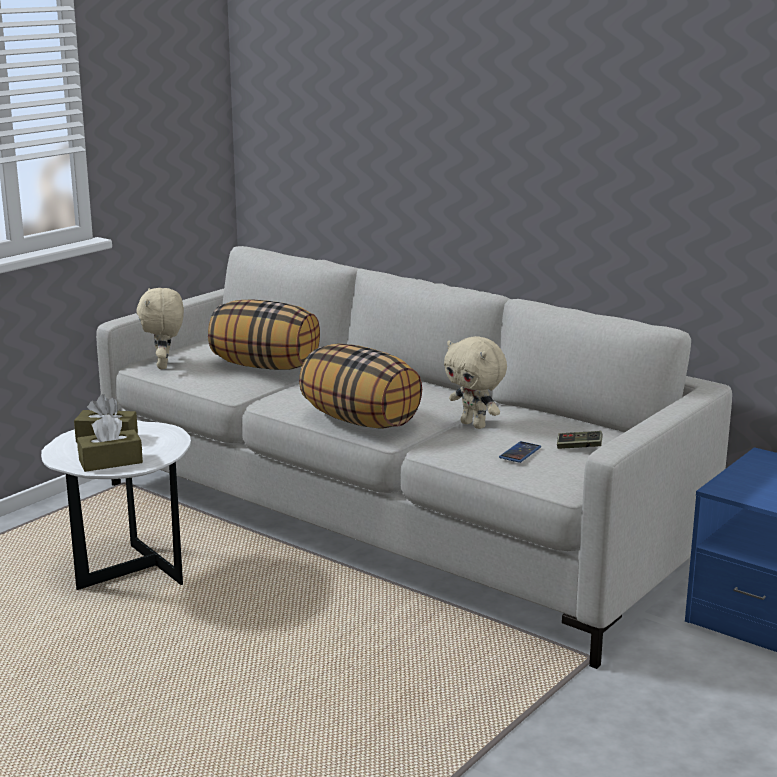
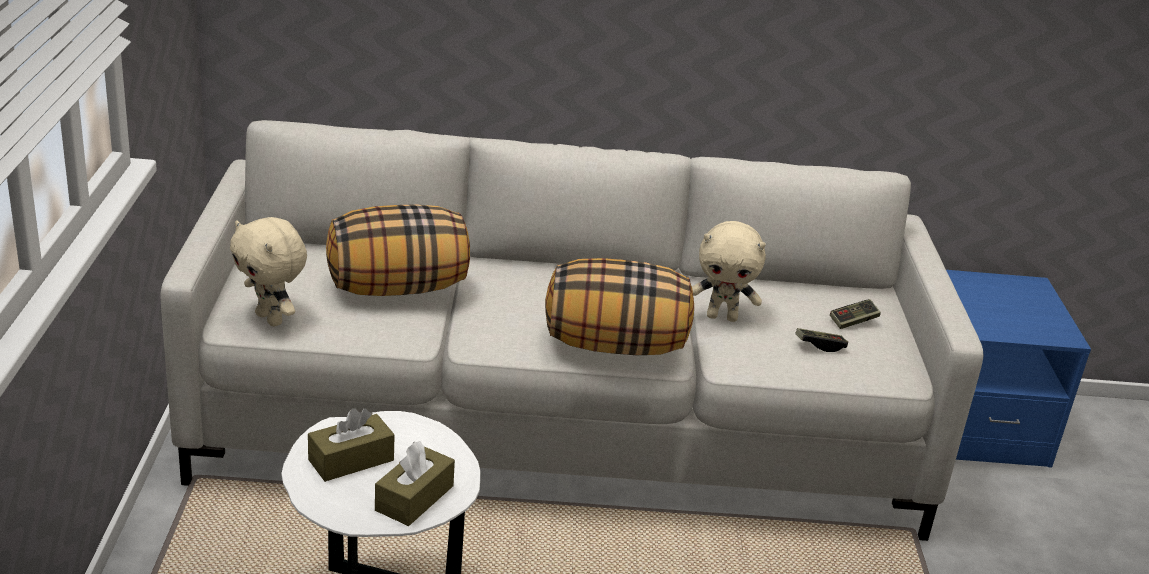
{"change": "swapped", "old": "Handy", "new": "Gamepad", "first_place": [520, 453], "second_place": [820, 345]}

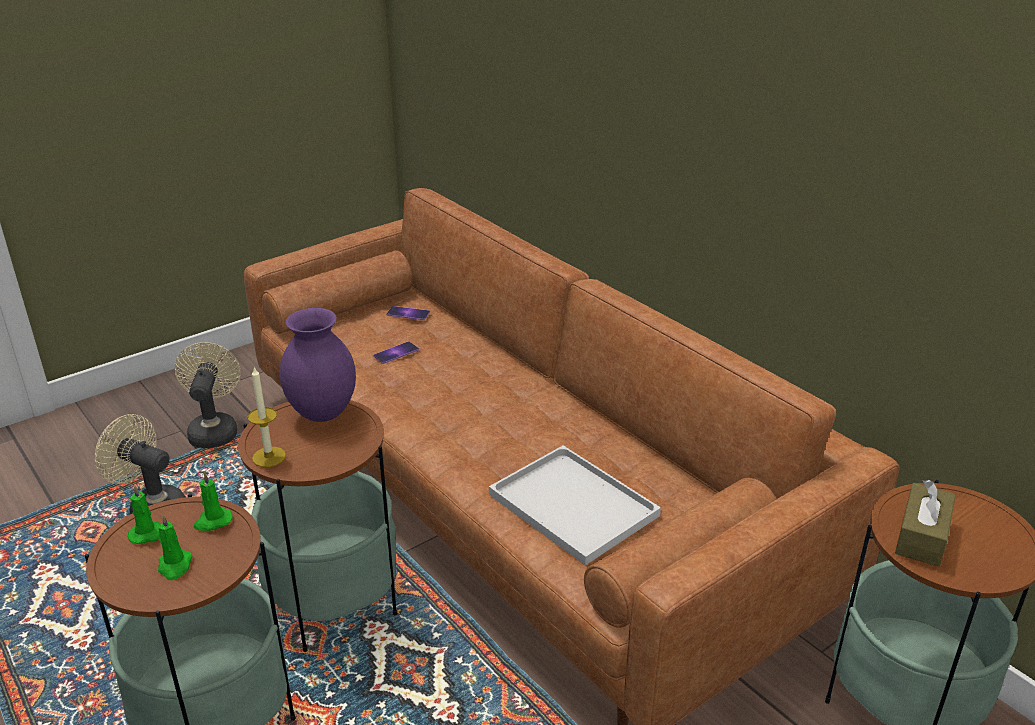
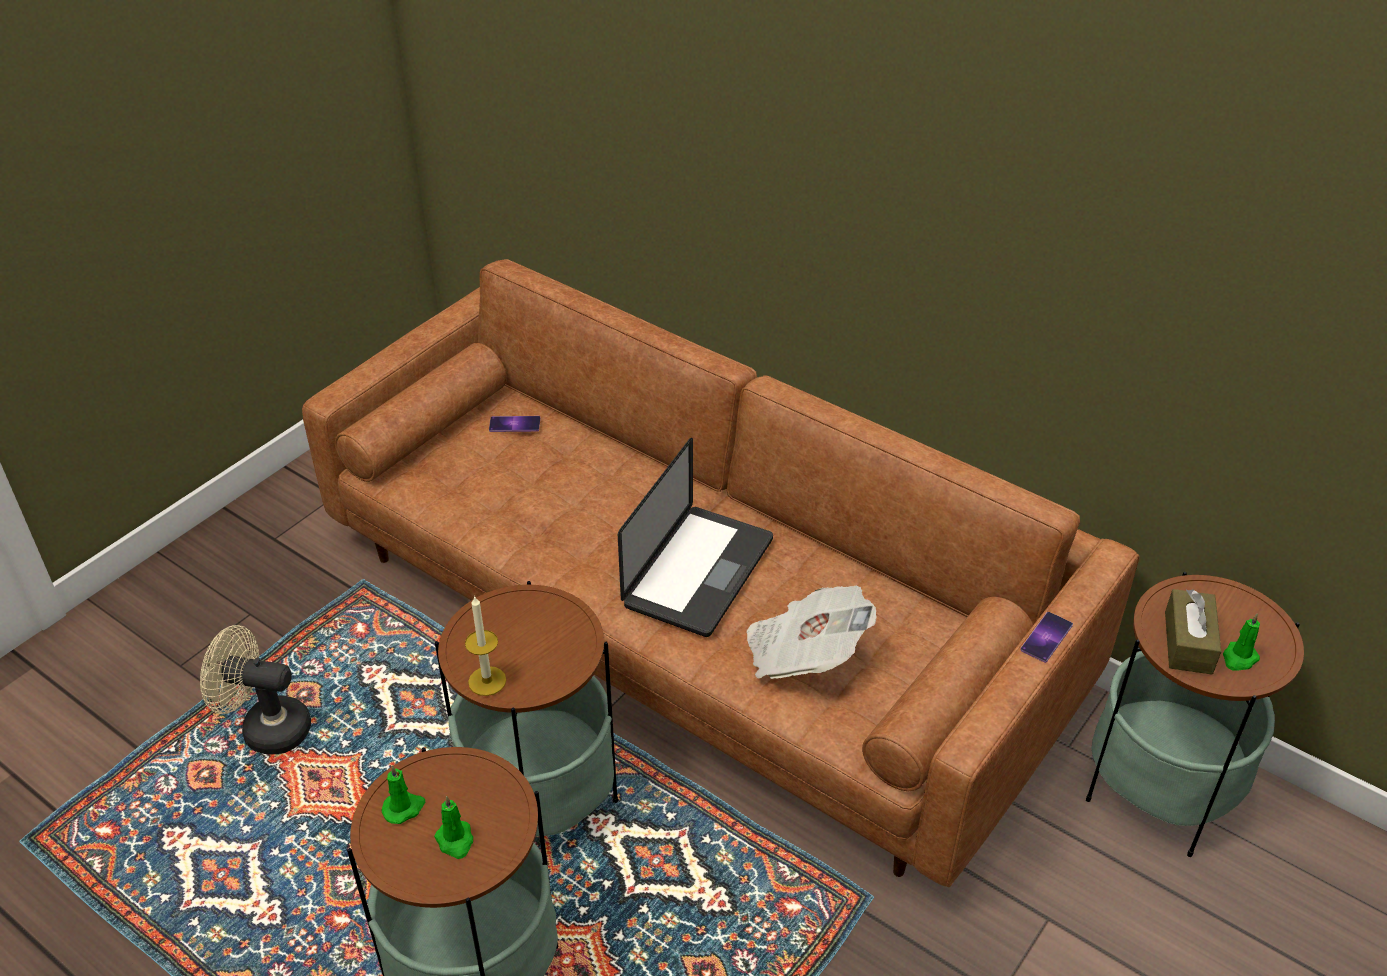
{"change": "gone", "old": "Ventilator [beige]", "first_place": [214, 430]}
{"change": "shifted", "old": "Kerze [grün]", "first_place": [213, 521], "second_place": [1239, 658]}
{"change": "gone", "old": "Vase [lila]", "first_place": [321, 413]}
{"change": "shifted", "old": "Handy", "first_place": [396, 353], "second_place": [1046, 637]}
{"change": "swapped", "old": "Tablett [weiß]", "new": "Zeitung", "first_place": [569, 504], "second_place": [804, 654]}
{"change": "new", "new": "Laptop", "second_place": [698, 572]}

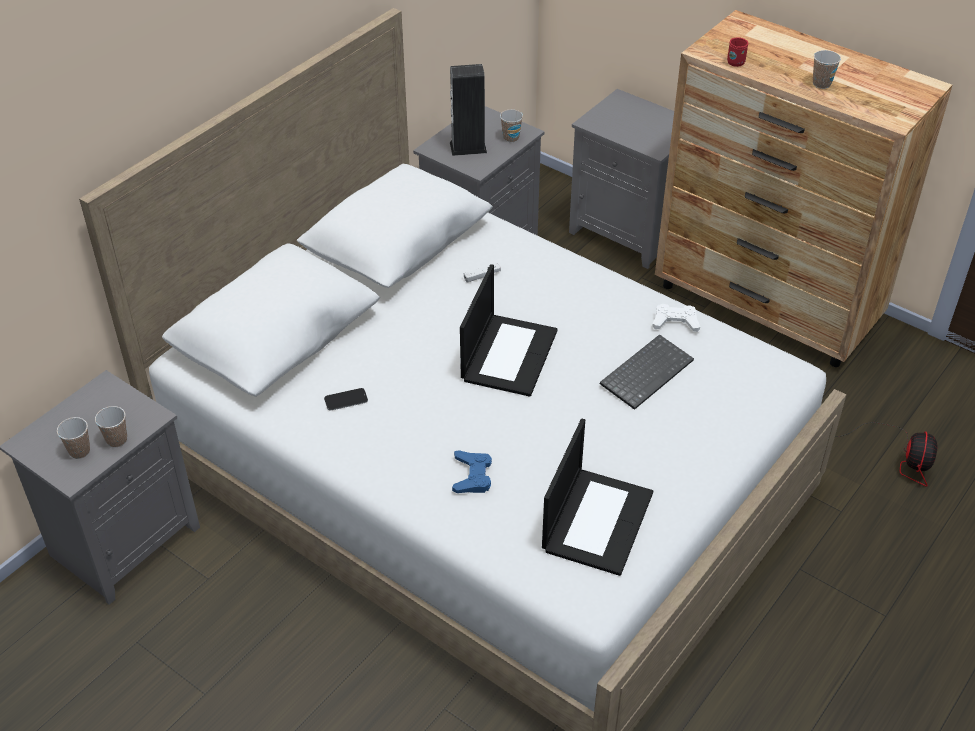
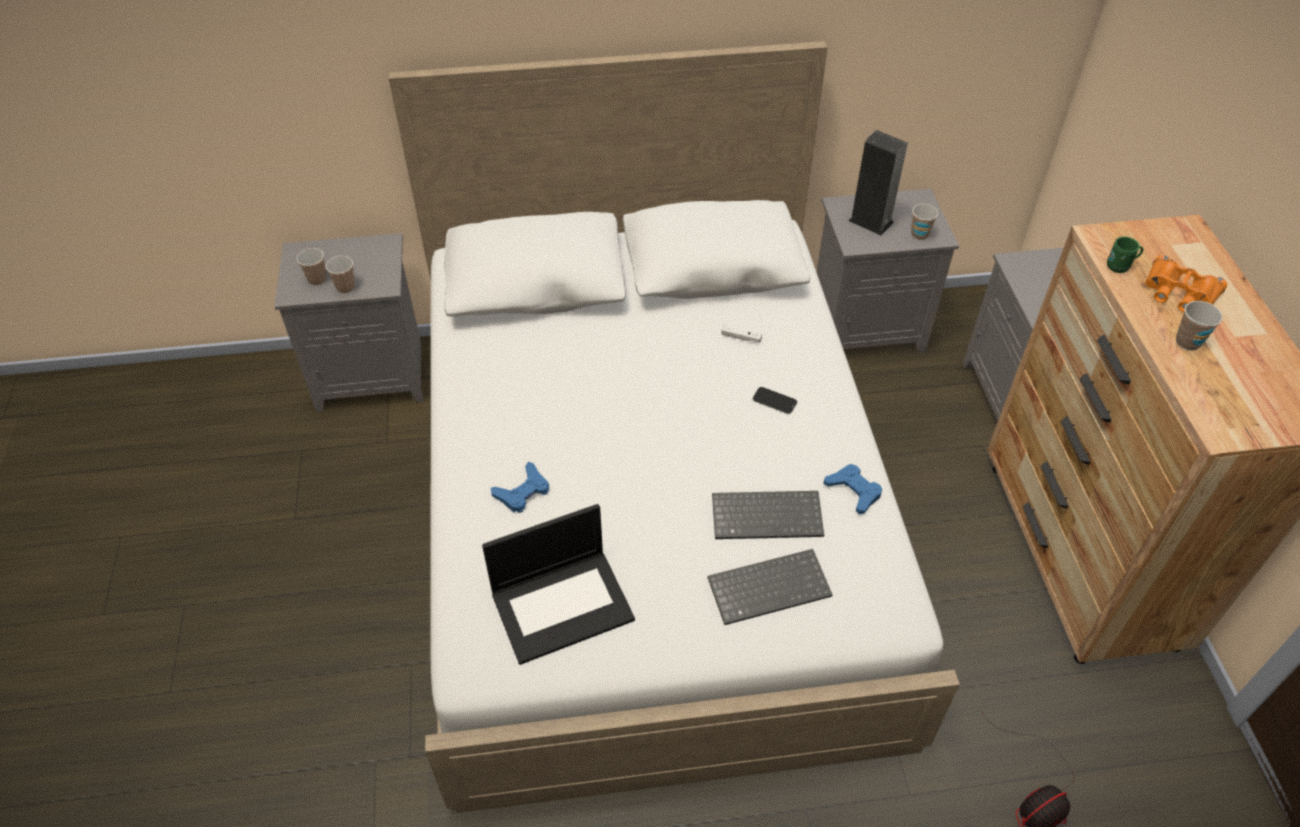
{"change": "shifted", "old": "Handy", "first_place": [346, 400], "second_place": [774, 401]}
{"change": "gone", "old": "Laptop", "first_place": [508, 354]}
{"change": "repainted", "old": "Gamepad [weiß]", "new": "Gamepad [blau]", "first_place": [675, 322], "second_place": [853, 491]}
{"change": "repainted", "old": "Henkelbecher [rot]", "new": "Henkelbecher [grün]", "first_place": [737, 62], "second_place": [1120, 266]}
{"change": "new", "new": "Tastatur", "second_place": [770, 586]}
{"change": "new", "new": "Fernglas [orange]", "second_place": [1179, 292]}

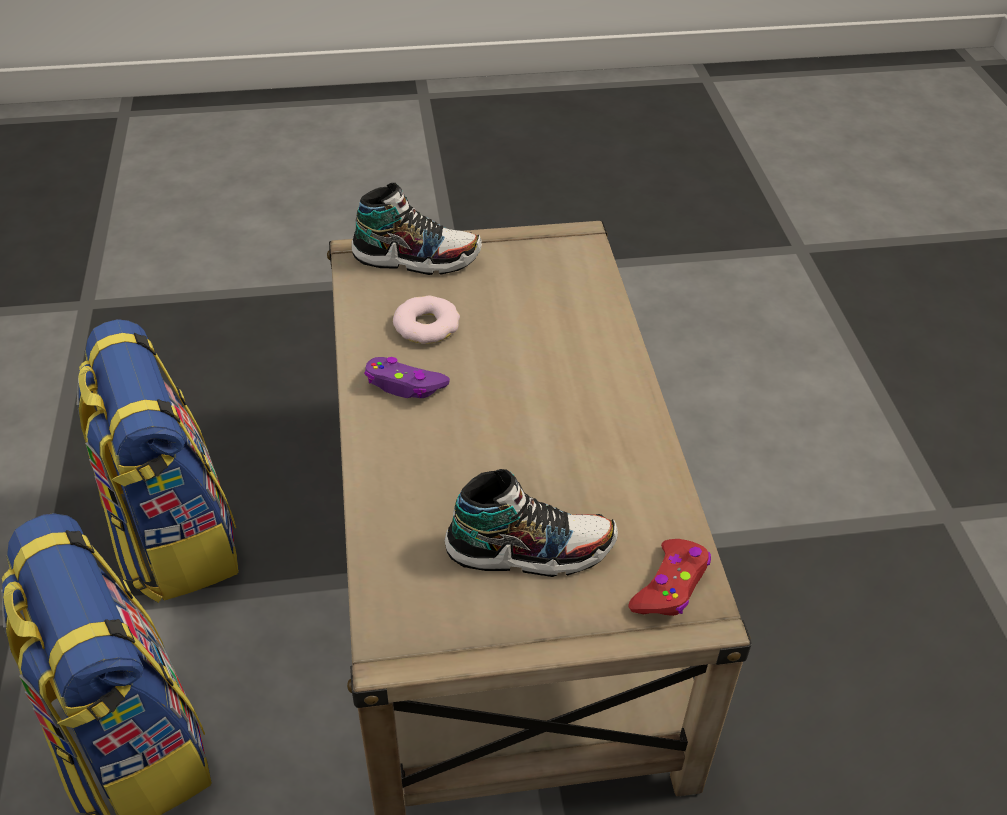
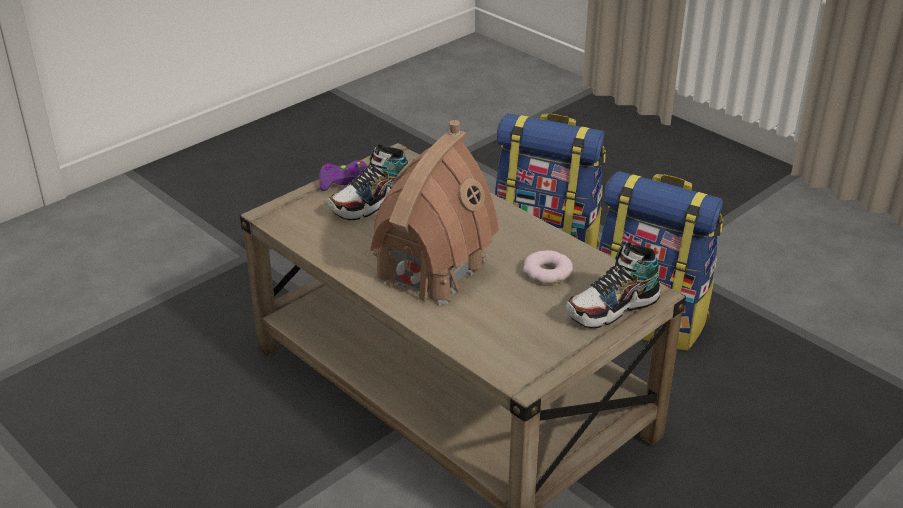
{"change": "shifted", "old": "Gamepad [lila]", "first_place": [404, 385], "second_place": [344, 182]}
{"change": "gone", "old": "Gamepad [rot]", "first_place": [670, 586]}
{"change": "new", "new": "Spielzeughaus", "second_place": [430, 269]}

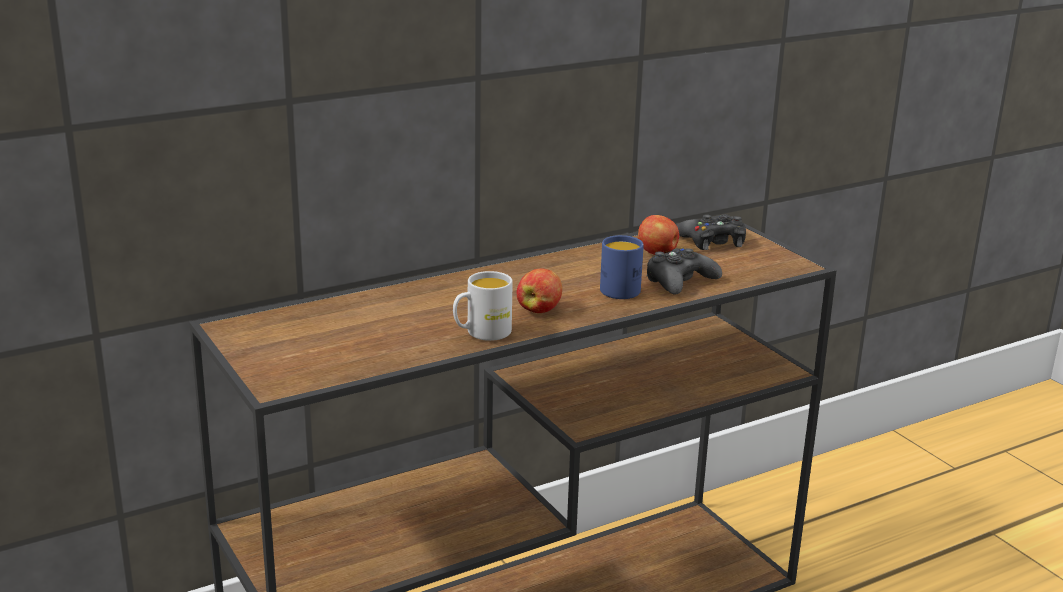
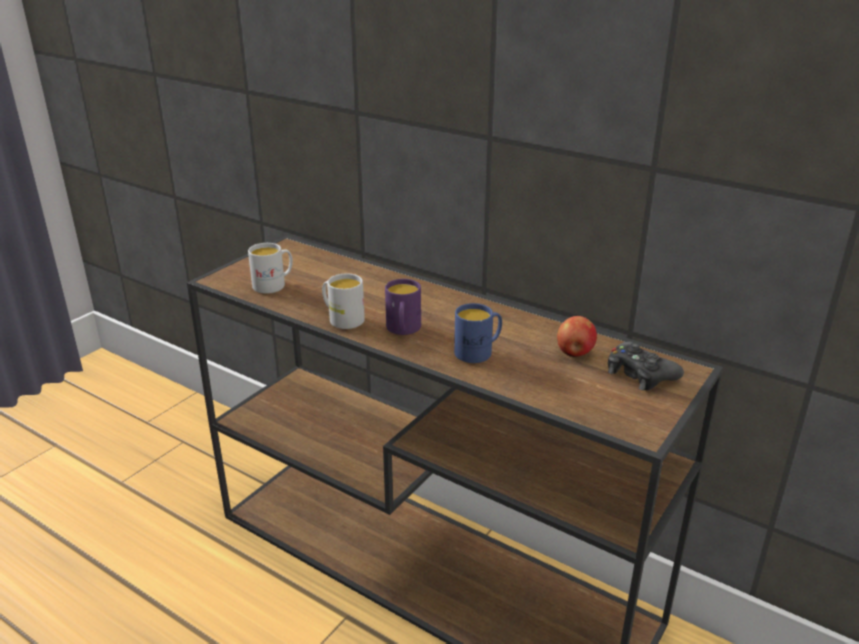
{"change": "swapped", "old": "Apfel", "new": "Henkelbecher [lila]", "first_place": [539, 310], "second_place": [403, 330]}
{"change": "gone", "old": "Gamepad [schwarz]", "first_place": [680, 281]}
{"change": "new", "new": "Henkelbecher [weiß]", "second_place": [274, 285]}

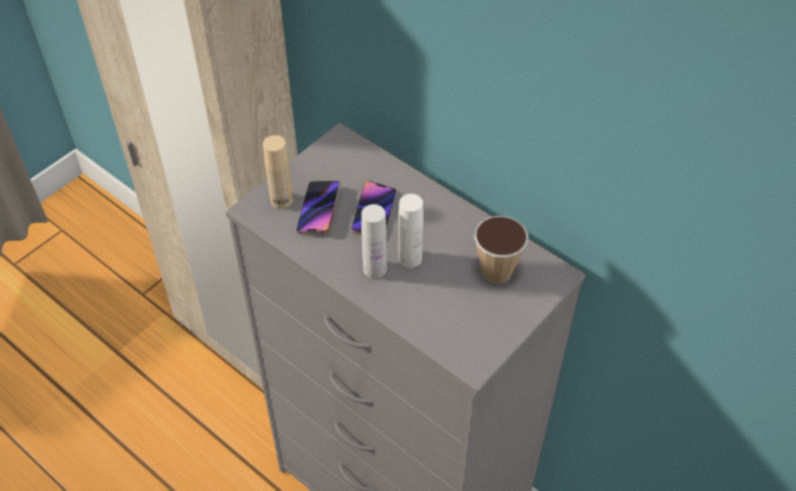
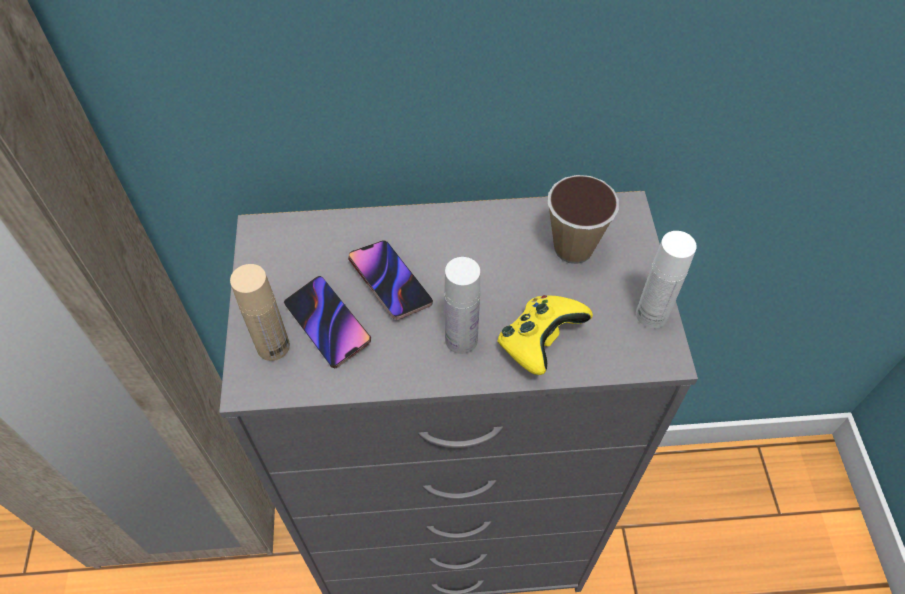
{"change": "shifted", "old": "Flasche [weiß]", "first_place": [410, 258], "second_place": [651, 315]}
{"change": "new", "new": "Gamepad [gelb]", "second_place": [539, 342]}

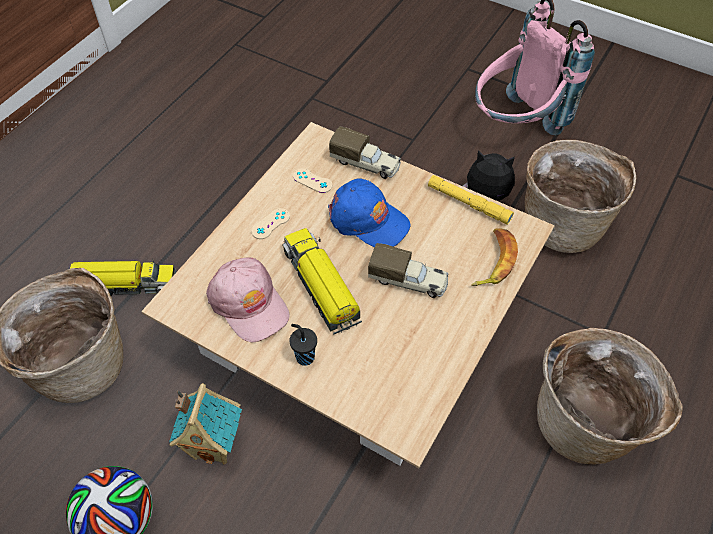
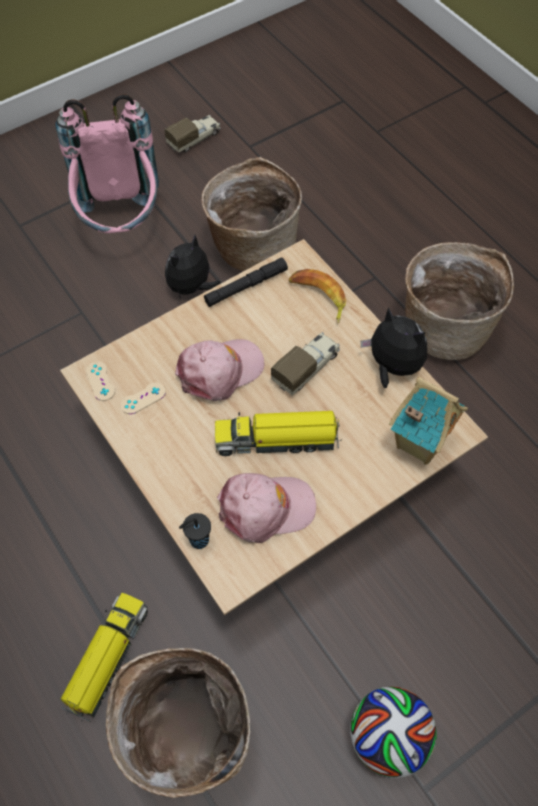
{"change": "shifted", "old": "Spielzeughaus", "first_place": [215, 445], "second_place": [418, 442]}
{"change": "shifted", "old": "Gamepad [beige]", "first_place": [270, 224], "second_place": [100, 381]}
{"change": "shifted", "old": "Tasse [schwarz]", "first_place": [304, 356], "second_place": [198, 540]}
{"change": "repainted", "old": "Kappe [blau]", "new": "Kappe [rosa]", "first_place": [368, 220], "second_place": [220, 371]}
{"change": "shifted", "old": "Spielzeuglaster", "first_place": [366, 164], "second_place": [195, 139]}
{"change": "repainted", "old": "Taschenlampe [gelb]", "new": "Taschenlampe [schwarz]", "first_place": [469, 203], "second_place": [246, 286]}
{"change": "new", "new": "Plüschtier", "second_place": [392, 366]}

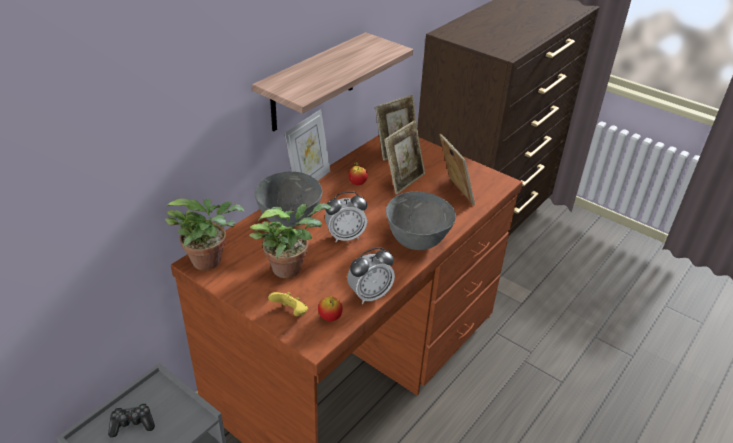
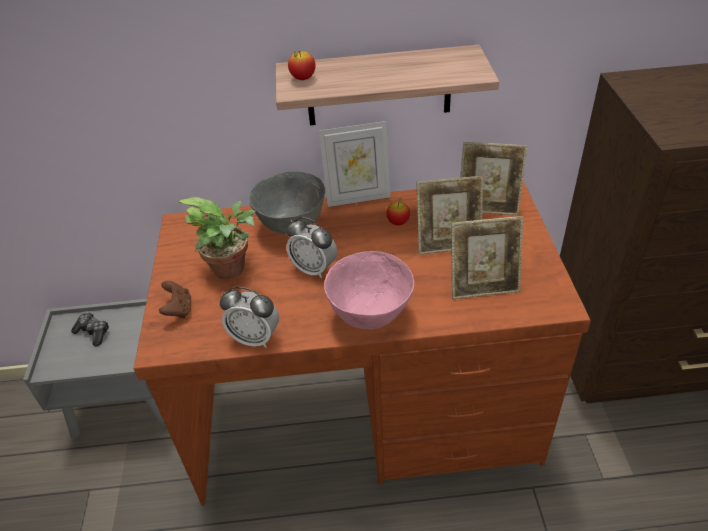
{"change": "gone", "old": "Topfpflanze", "first_place": [211, 260]}
{"change": "repainted", "old": "Gamepad [gelb]", "new": "Gamepad [braun]", "first_place": [290, 312], "second_place": [178, 309]}
{"change": "shifted", "old": "Apfel", "first_place": [330, 317], "second_place": [303, 78]}
{"change": "repainted", "old": "Schüssel [grau]", "new": "Schüssel [rosa]", "first_place": [417, 241], "second_place": [369, 315]}
{"change": "rotated", "old": "Bilderrahmen", "first_place": [453, 193], "second_place": [483, 286], "degrees": 60}

